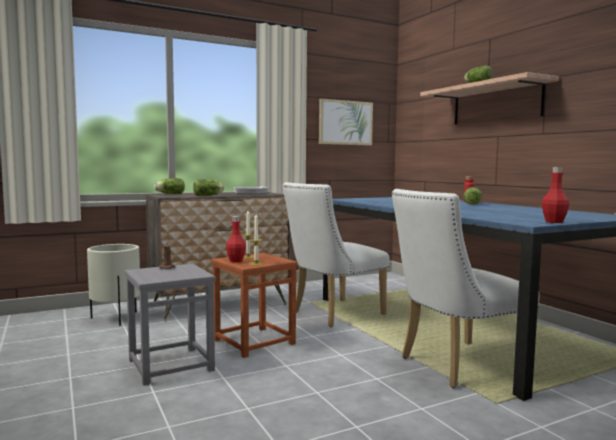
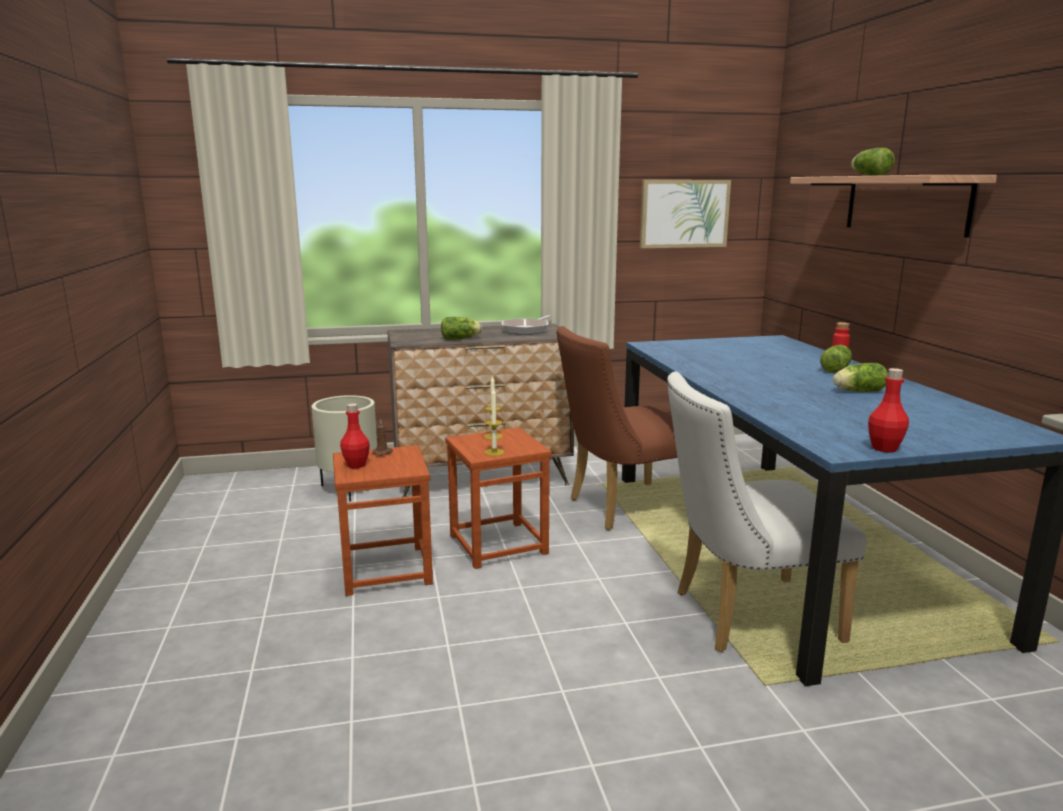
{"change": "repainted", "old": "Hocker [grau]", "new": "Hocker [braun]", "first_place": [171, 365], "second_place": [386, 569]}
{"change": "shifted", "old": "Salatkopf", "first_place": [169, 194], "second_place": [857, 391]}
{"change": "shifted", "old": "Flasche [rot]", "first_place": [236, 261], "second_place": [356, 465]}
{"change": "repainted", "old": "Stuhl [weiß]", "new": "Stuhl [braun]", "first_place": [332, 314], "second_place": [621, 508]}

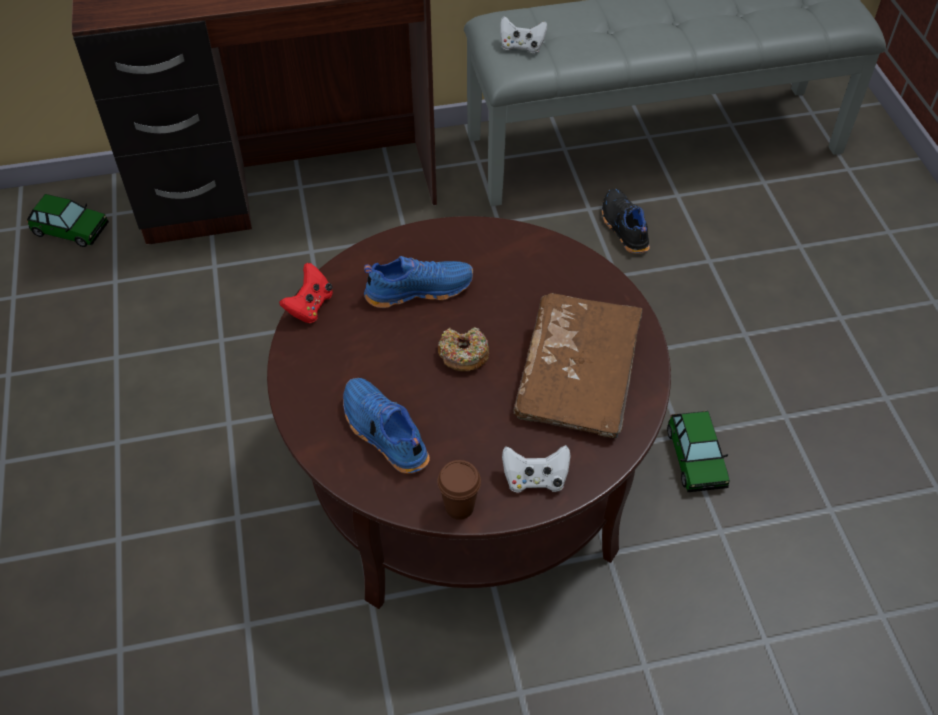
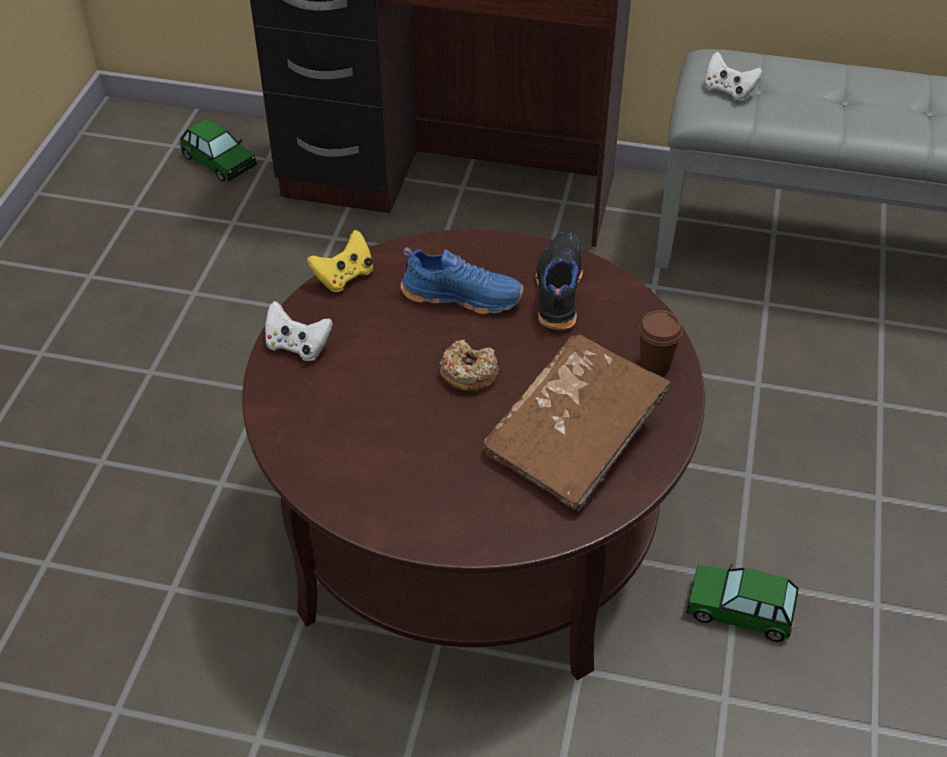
{"change": "repainted", "old": "Gamepad [rot]", "new": "Gamepad [gelb]", "first_place": [310, 306], "second_place": [344, 277]}
{"change": "gone", "old": "Schuh [blau]", "first_place": [383, 434]}
{"change": "shifted", "old": "Tasse [braun]", "first_place": [459, 507], "second_place": [655, 366]}
{"change": "shifted", "old": "Gamepad [weiß]", "first_place": [535, 479], "second_place": [298, 346]}
{"change": "shifted", "old": "Schuh [schwarz]", "first_place": [623, 228], "second_place": [557, 290]}
{"change": "rotated", "old": "Spielzeugauto", "first_place": [696, 458], "second_place": [740, 609], "degrees": 90}

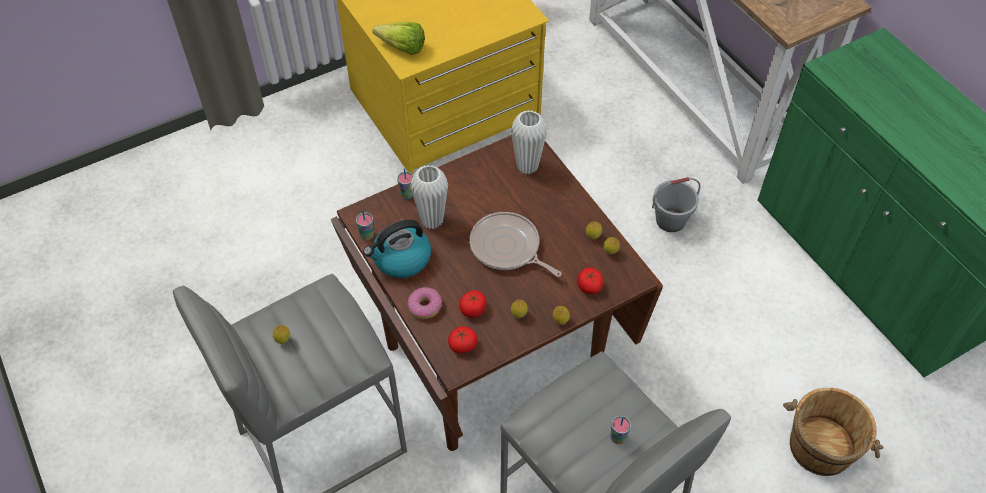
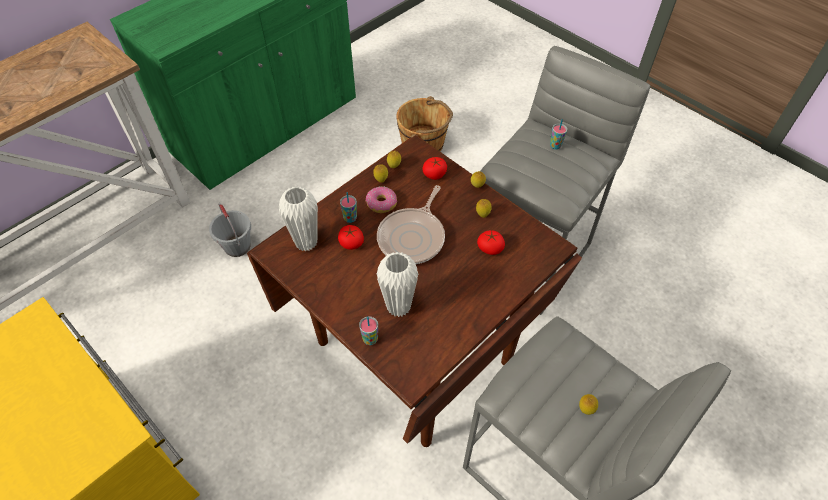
{"change": "shifted", "old": "Tasse", "first_place": [367, 236], "second_place": [350, 218]}
{"change": "gone", "old": "Wasserkessel", "first_place": [401, 259]}
{"change": "gone", "old": "Salatkopf", "first_place": [399, 46]}
{"change": "shifted", "old": "Donut", "first_place": [425, 306], "second_place": [381, 203]}
{"change": "shifted", "old": "Tomate", "first_place": [462, 345], "second_place": [351, 243]}

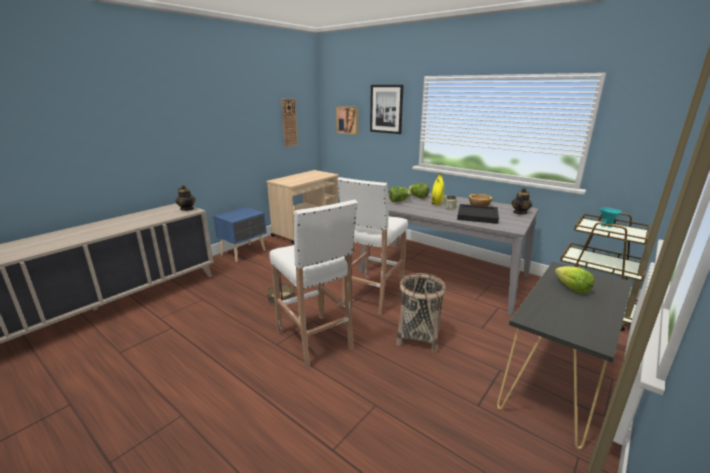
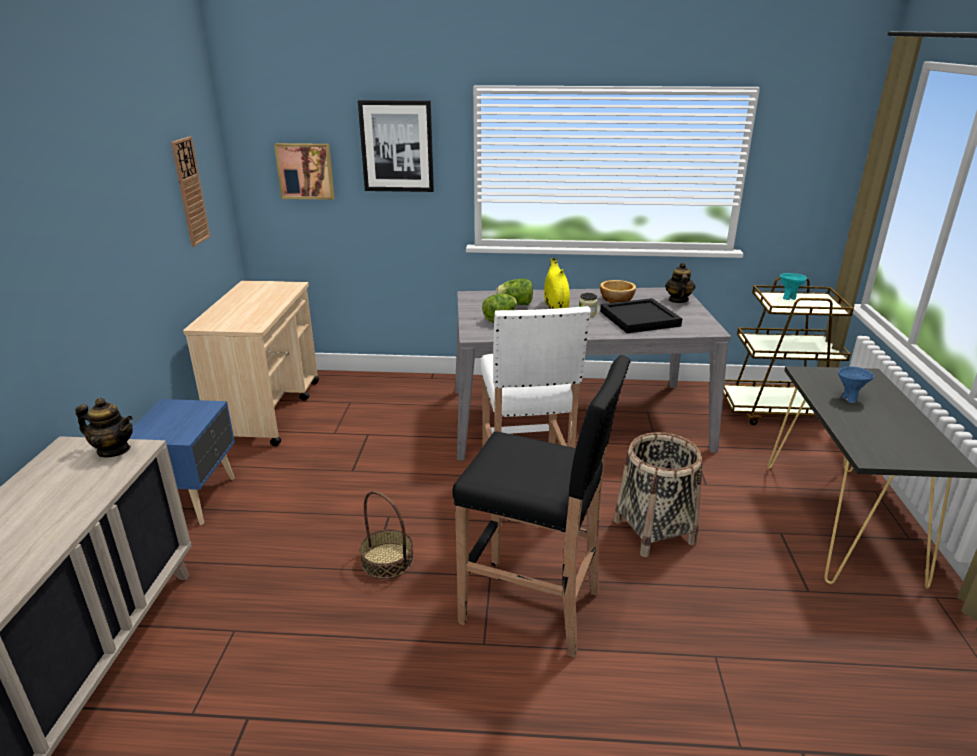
{"change": "repainted", "old": "Hocker [weiß]", "new": "Hocker [schwarz]", "first_place": [315, 341], "second_place": [534, 607]}
{"change": "swapped", "old": "Salatkopf", "new": "Schüssel [blau]", "first_place": [572, 288], "second_place": [849, 399]}

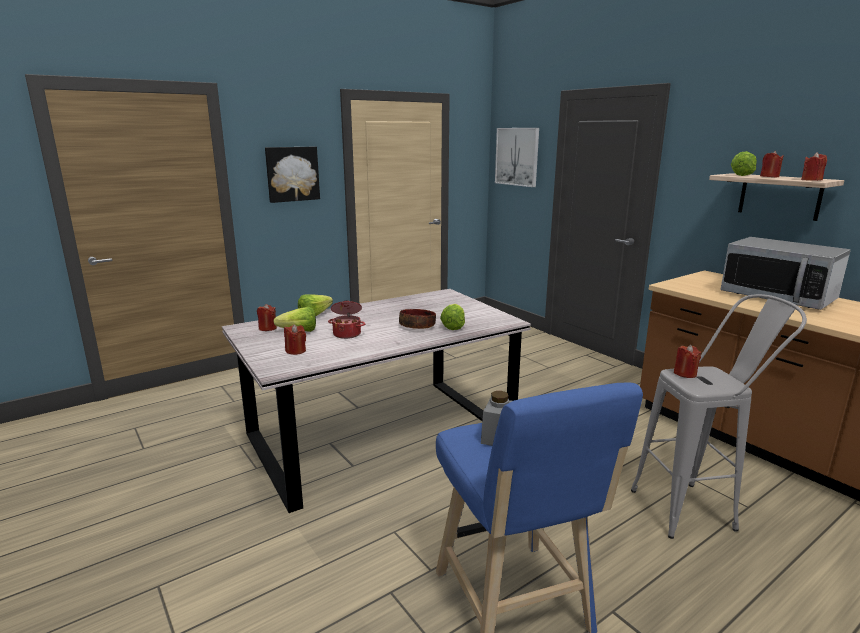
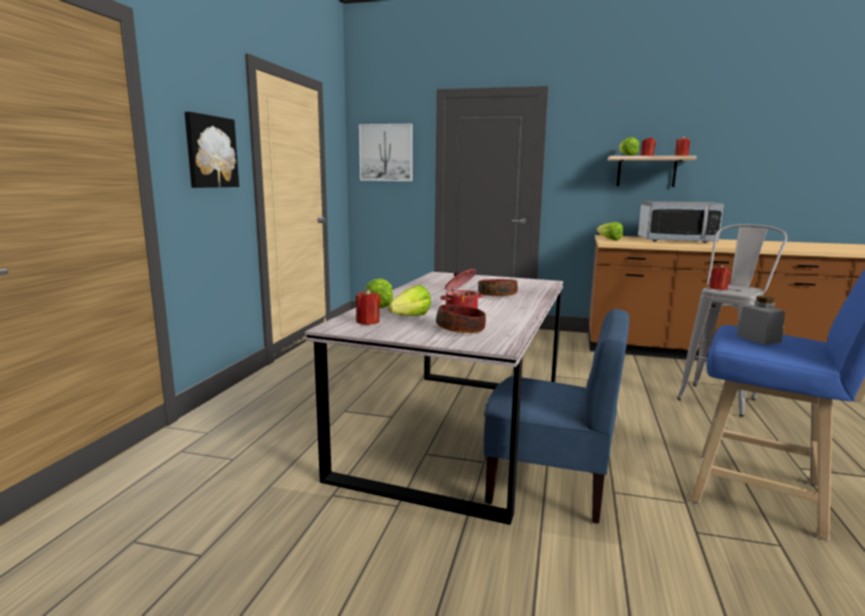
{"change": "swapped", "old": "Kerze [rot]", "new": "Schüssel", "first_place": [295, 351], "second_place": [461, 330]}
{"change": "shifted", "old": "Salatkopf", "first_place": [455, 325], "second_place": [608, 239]}
{"change": "new", "new": "Stuhl [blau]", "second_place": [548, 486]}

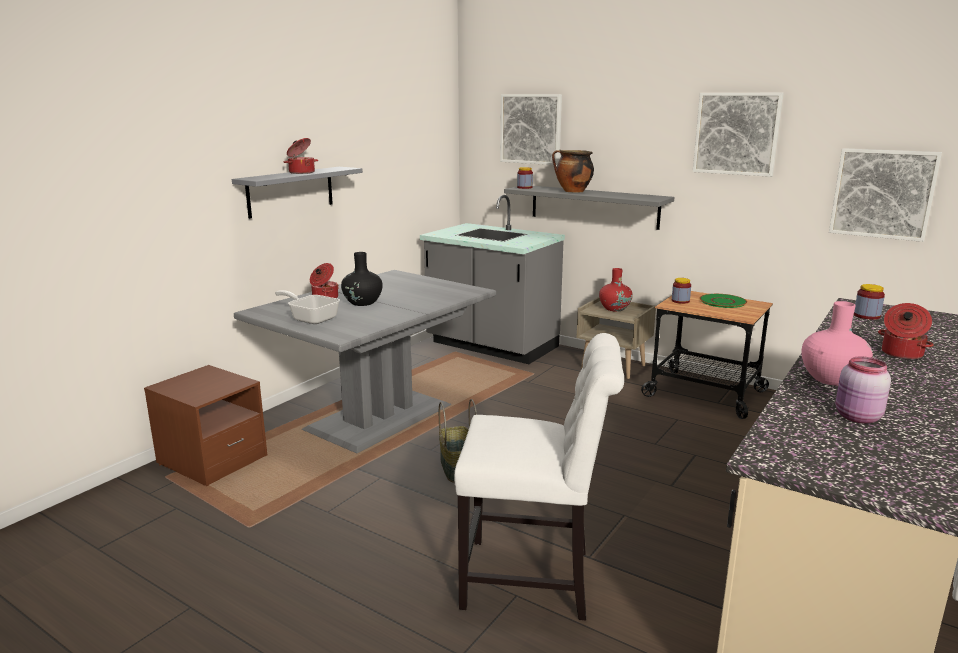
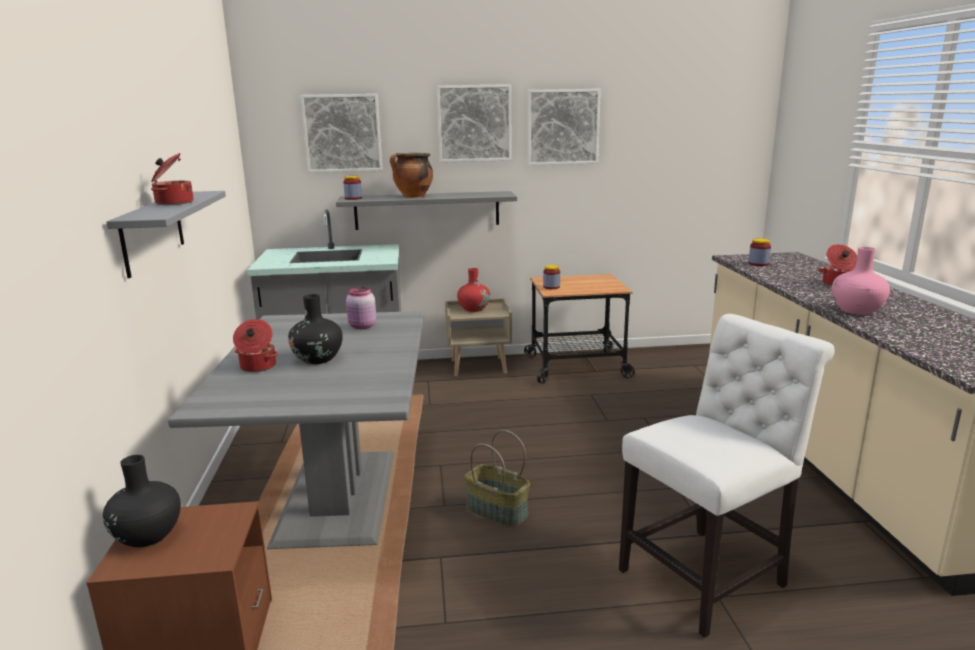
{"change": "gone", "old": "Pfanne", "first_place": [311, 318]}
{"change": "gone", "old": "Teller [grün]", "first_place": [722, 302]}
{"change": "shifted", "old": "Bild", "first_place": [883, 194], "second_place": [474, 123]}
{"change": "shifted", "old": "Vorratsglas [rosa]", "first_place": [857, 418], "second_place": [362, 326]}
{"change": "new", "new": "Vase [schwarz]", "second_place": [147, 536]}

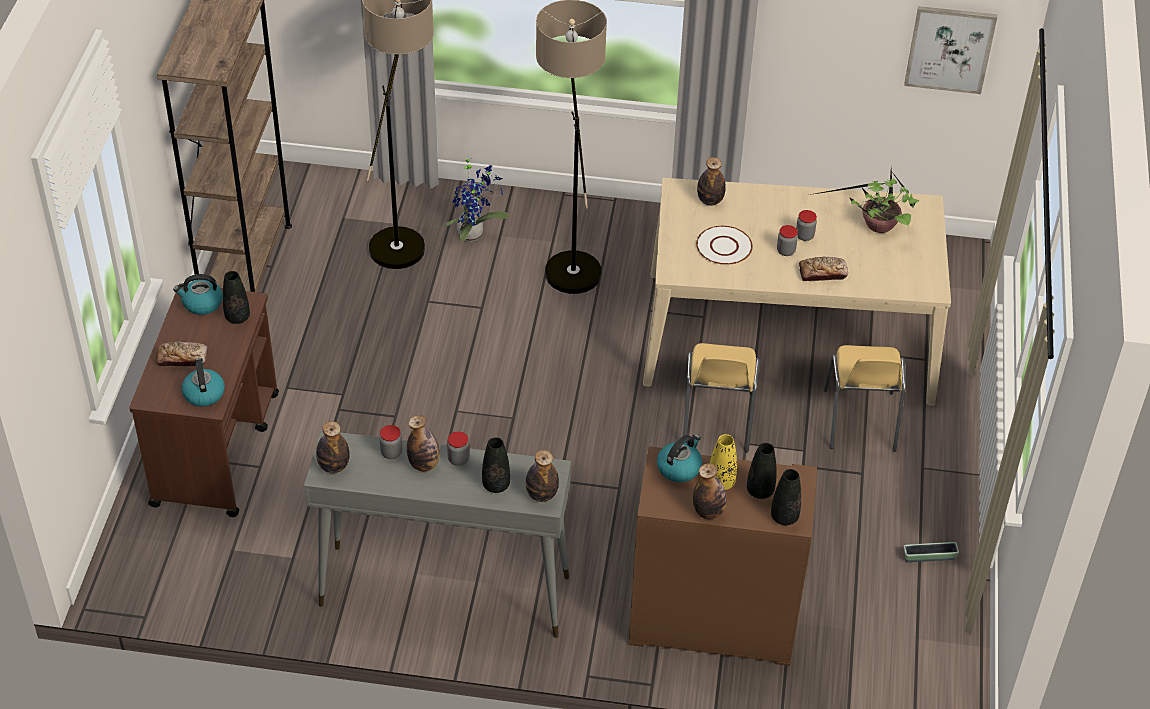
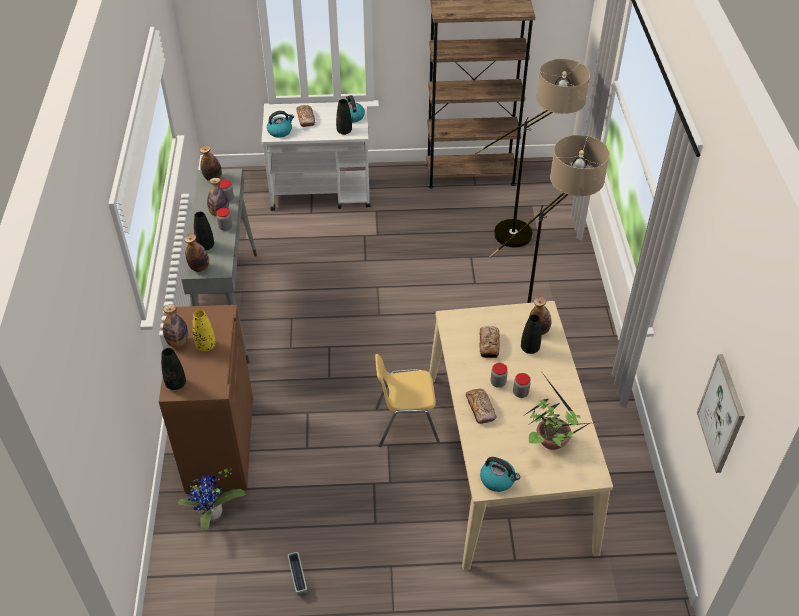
{"change": "repainted", "old": "Rollwagen [braun]", "new": "Rollwagen [weiß]", "first_place": [216, 448], "second_place": [321, 193]}
{"change": "shifted", "old": "Topfpflanze", "first_place": [474, 234], "second_place": [213, 516]}
{"change": "shifted", "old": "Wasserkessel", "first_place": [679, 468], "second_place": [498, 479]}
{"change": "swapped", "old": "Teller [weiß]", "new": "Brot", "first_place": [723, 247], "second_place": [489, 344]}
{"change": "shifted", "old": "Vase [schwarz]", "first_place": [760, 491], "second_place": [529, 348]}
{"change": "gone", "old": "Stuhl [gelb]", "first_place": [860, 421]}

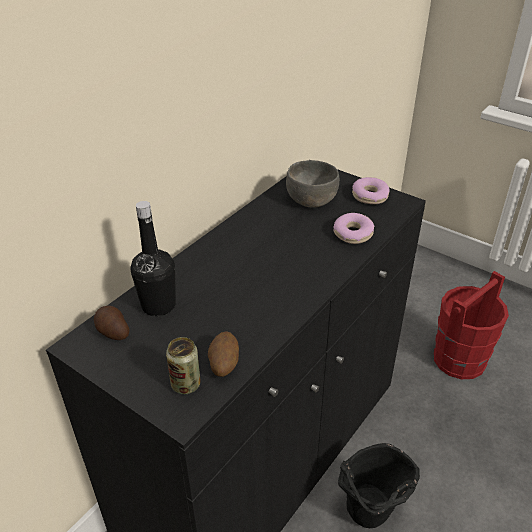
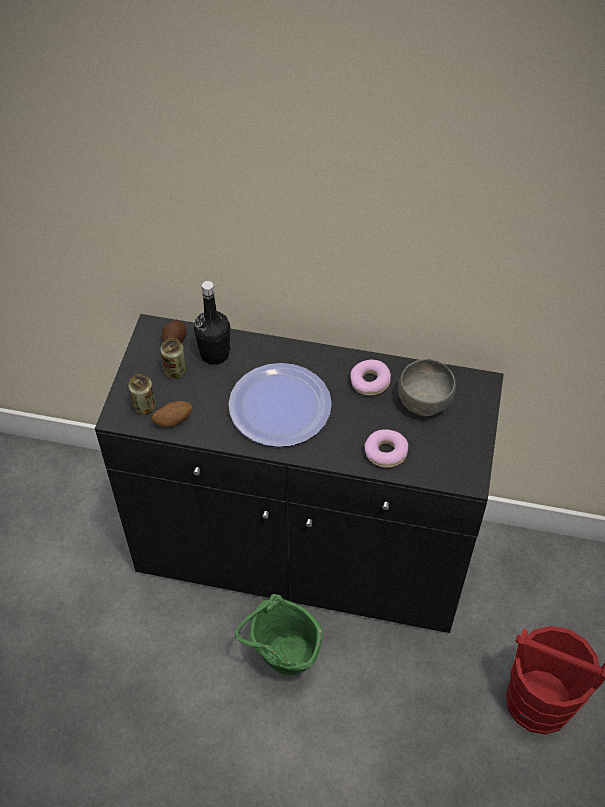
{"change": "repainted", "old": "Eimer [schwarz]", "new": "Eimer [grün]", "first_place": [370, 518], "second_place": [282, 662]}
{"change": "shifted", "old": "Donut", "first_place": [369, 196], "second_place": [369, 381]}
{"change": "new", "new": "Dose", "second_place": [175, 371]}
{"change": "new", "new": "Teller", "second_place": [280, 406]}

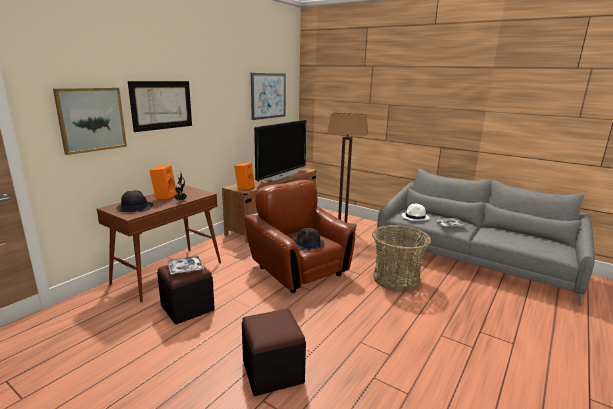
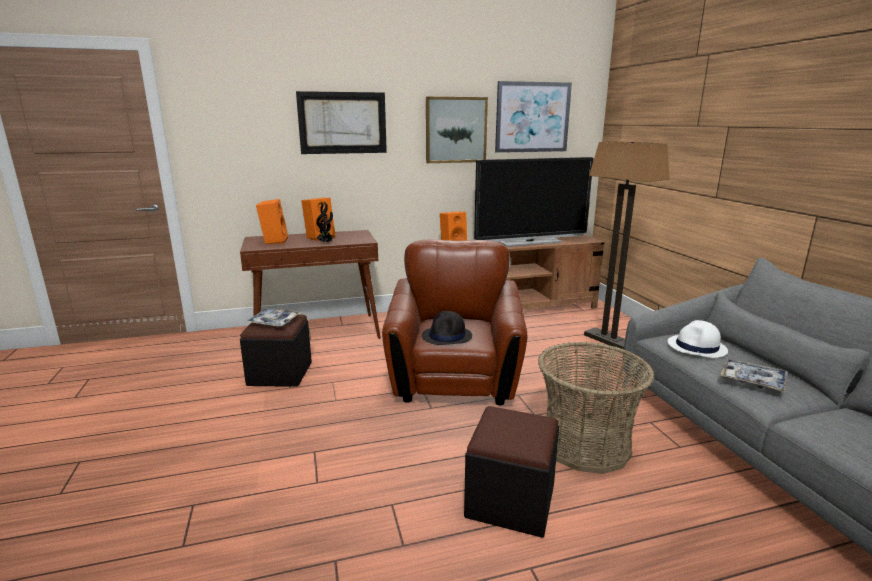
{"change": "shifted", "old": "Bild", "first_place": [91, 119], "second_place": [456, 130]}
{"change": "swapped", "old": "Hut [schwarz]", "new": "Lautsprecher [orange]", "first_place": [135, 207], "second_place": [274, 241]}
{"change": "shifted", "old": "Polsterhocker [schwarz]", "first_place": [272, 371], "second_place": [510, 501]}

